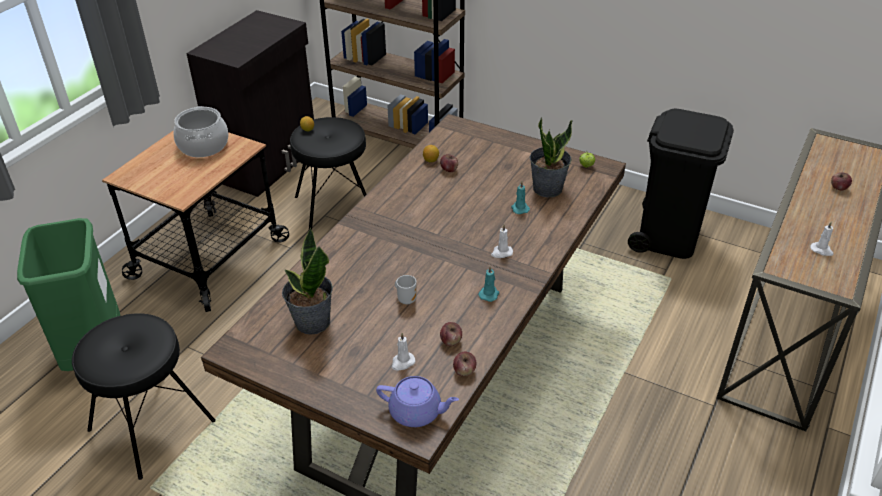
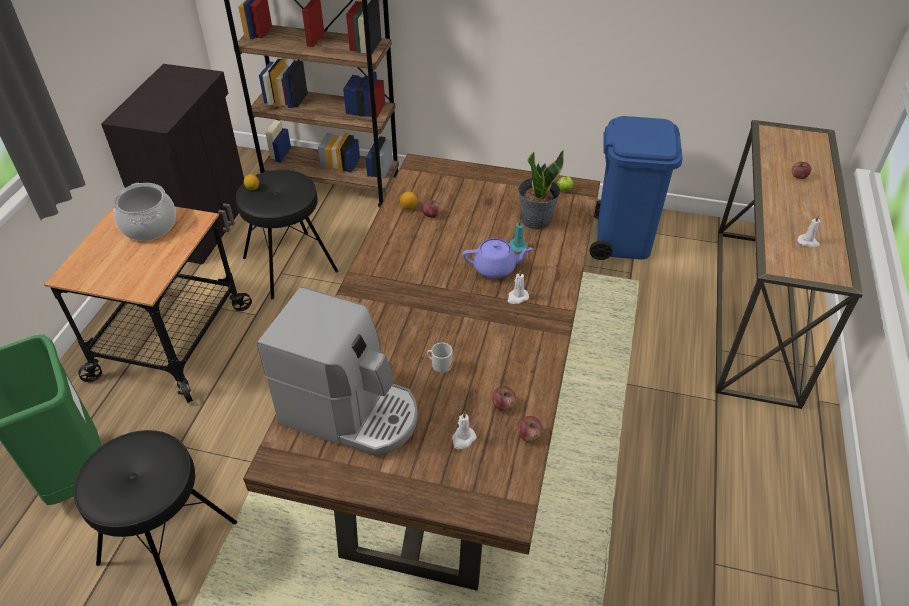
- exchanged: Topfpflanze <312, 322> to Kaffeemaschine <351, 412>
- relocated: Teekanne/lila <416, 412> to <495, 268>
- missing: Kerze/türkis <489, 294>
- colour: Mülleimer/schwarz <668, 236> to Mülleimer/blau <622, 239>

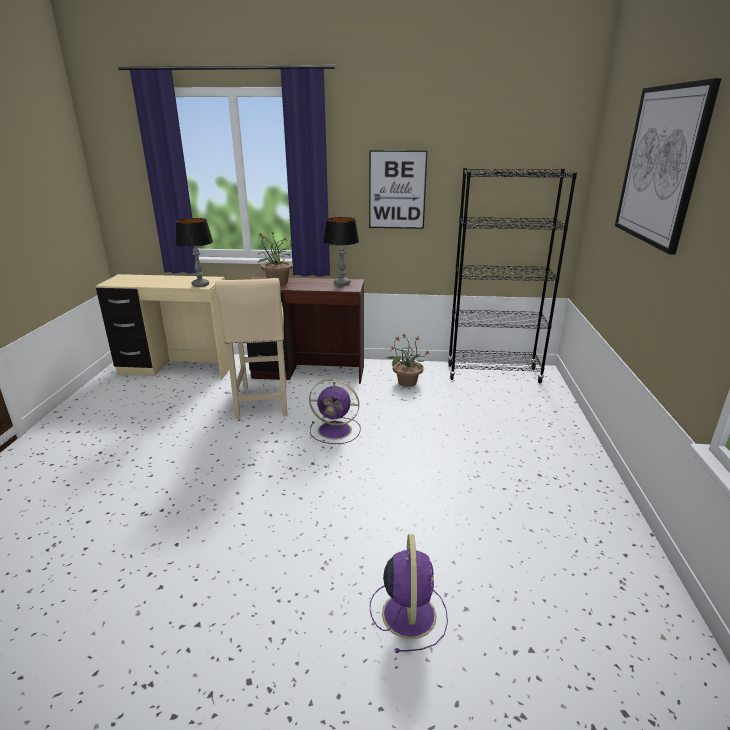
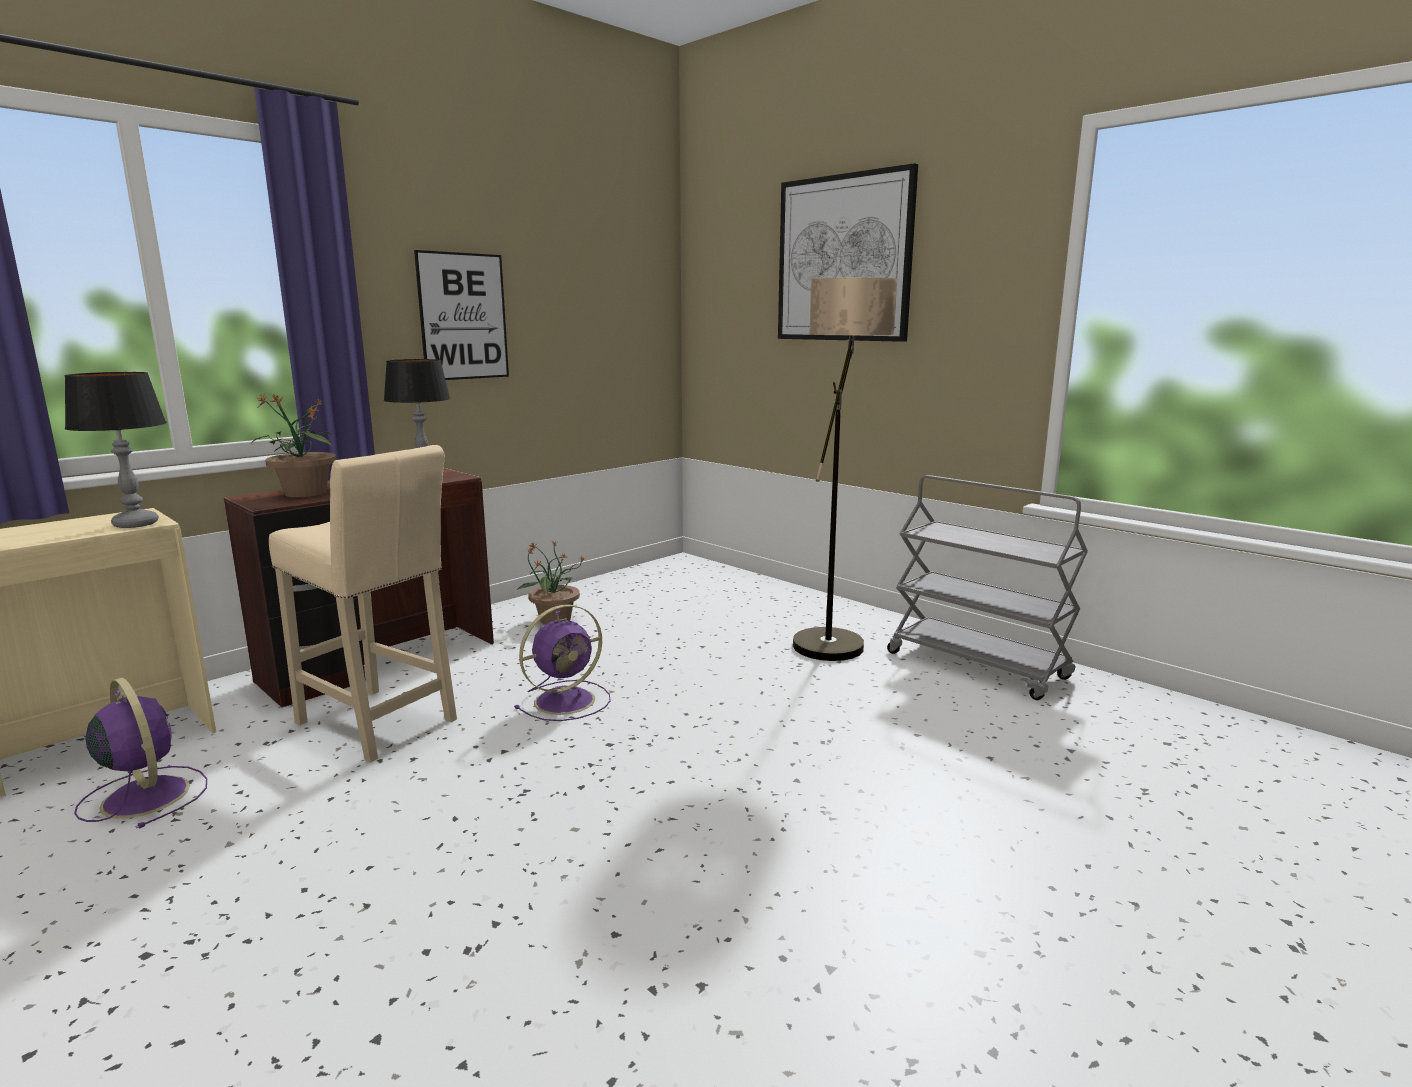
- relocated: Ventilator/lila <408, 612> to <144, 795>
- missing: Bücherregal/schwarz <493, 374>
- appeared: Stehlampe <833, 636>
- appeared: Rollwagen/grau <978, 666>

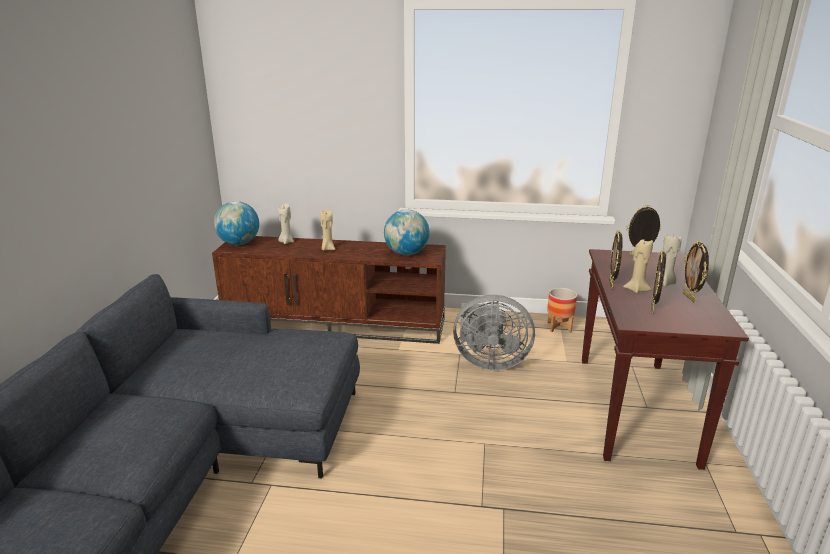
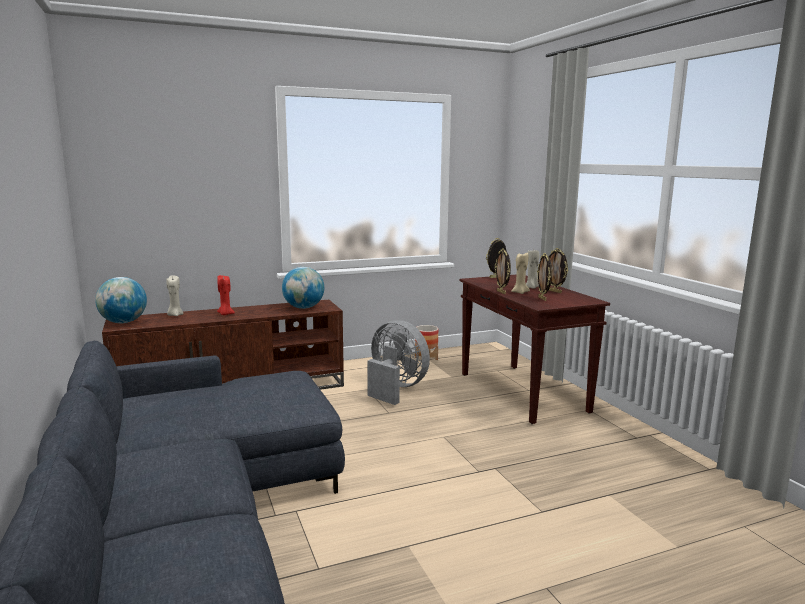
- colour: Kerze/beige <327, 249> to Kerze/rot <225, 314>
- spun: Ventilator/grau <489, 361> = <395, 389> 120 degrees counterclockwise

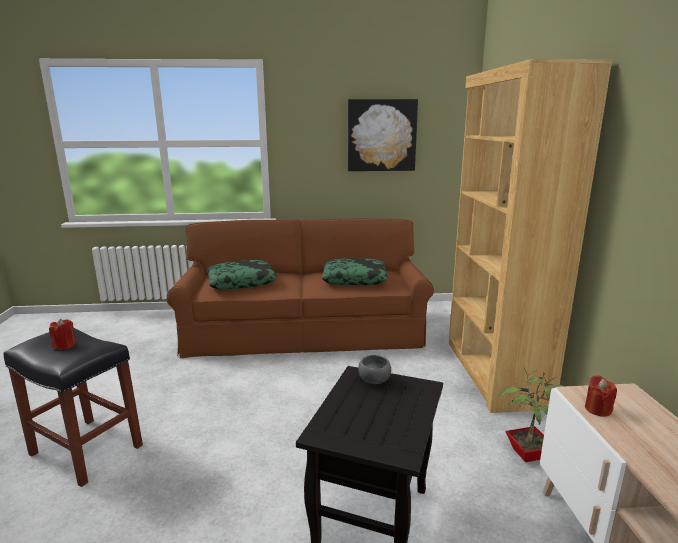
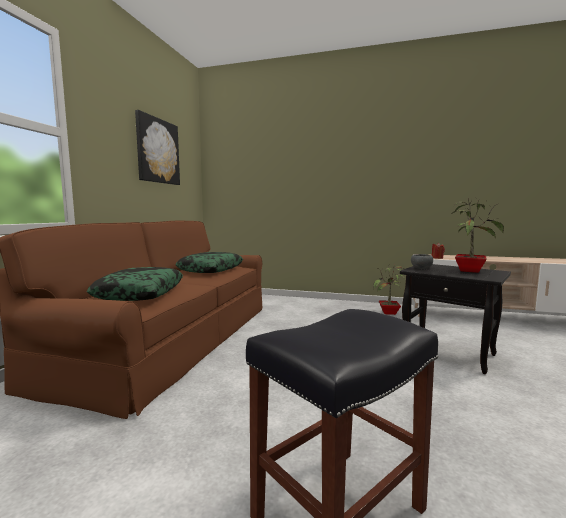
- missing: Kerze/rot <65, 345>
- missing: Bücherregal/braun <494, 372>
- appeared: Topfpflanze <469, 270>

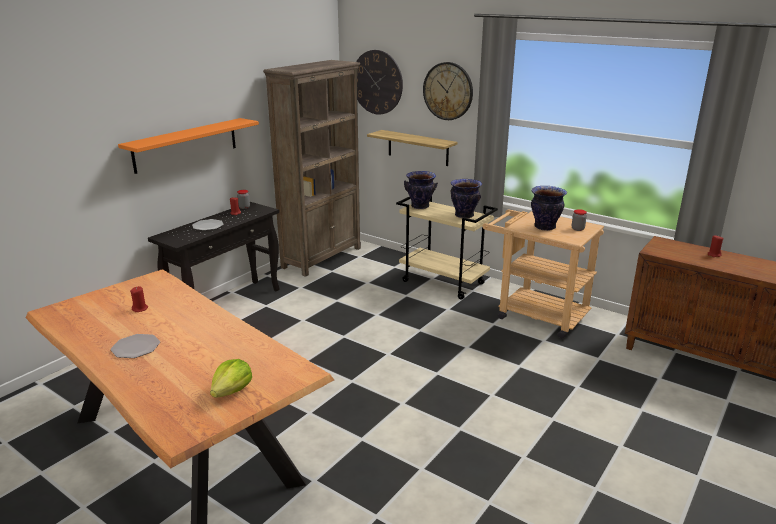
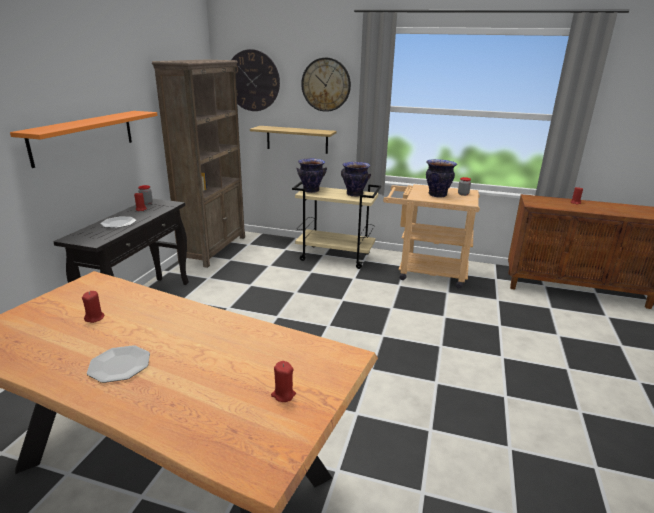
- exchanged: Salatkopf <232, 391> to Kerze/rot <283, 395>

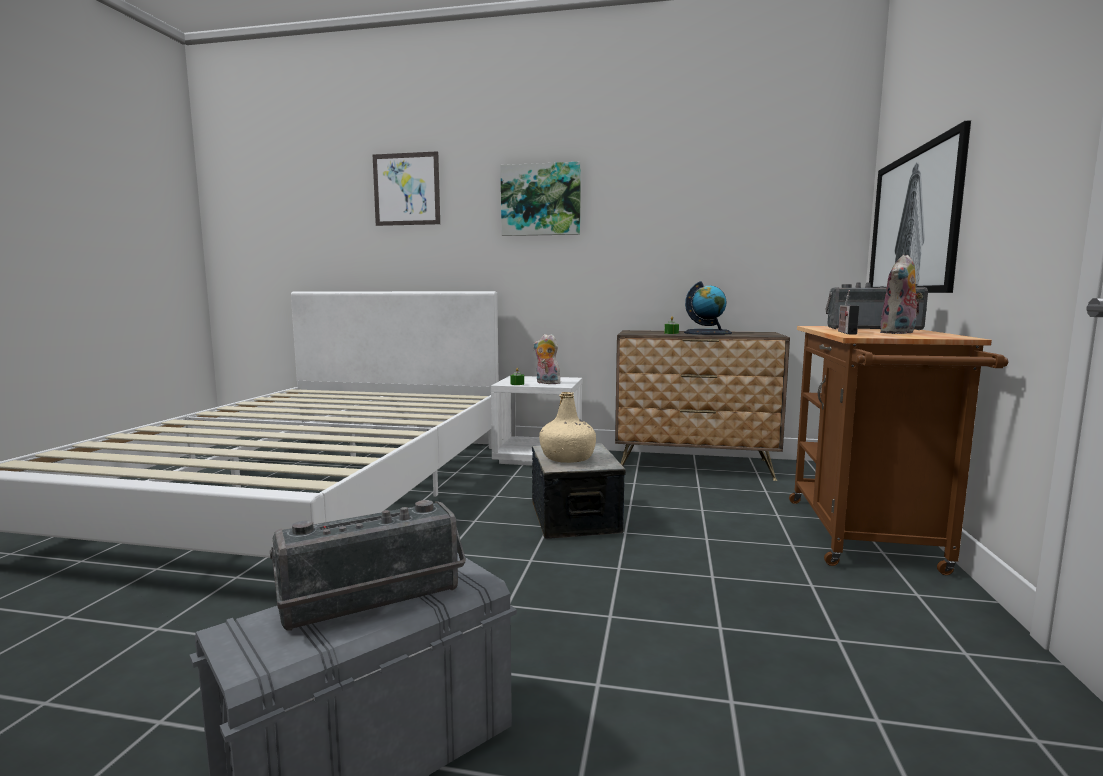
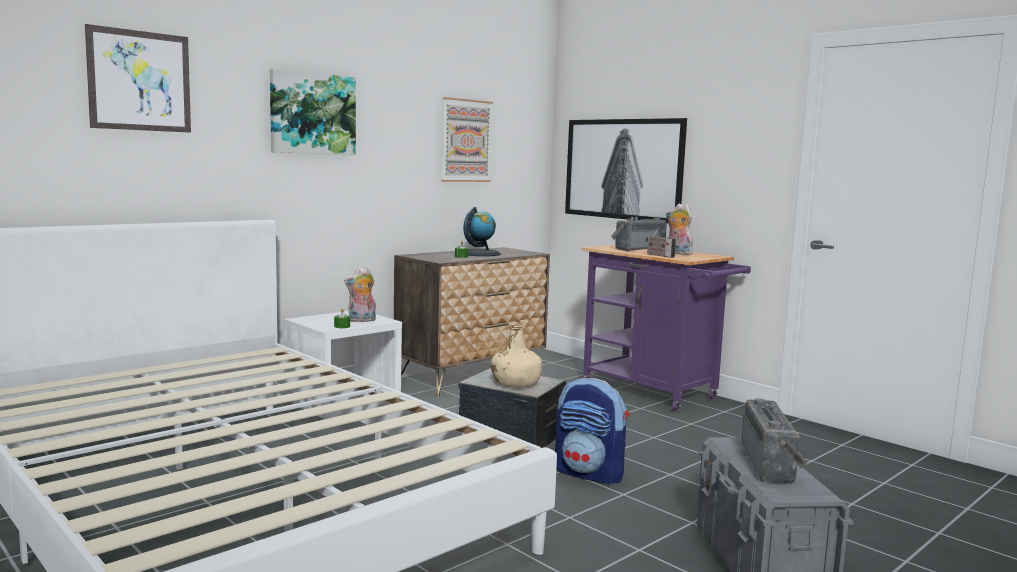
- colour: Rollwagen/braun <865, 539> to Rollwagen/lila <655, 393>
- spun: Plüschtier <899, 333> = <677, 253> 135 degrees clockwise
- appeared: Bild <466, 141>
- appeared: Rucksack <590, 473>

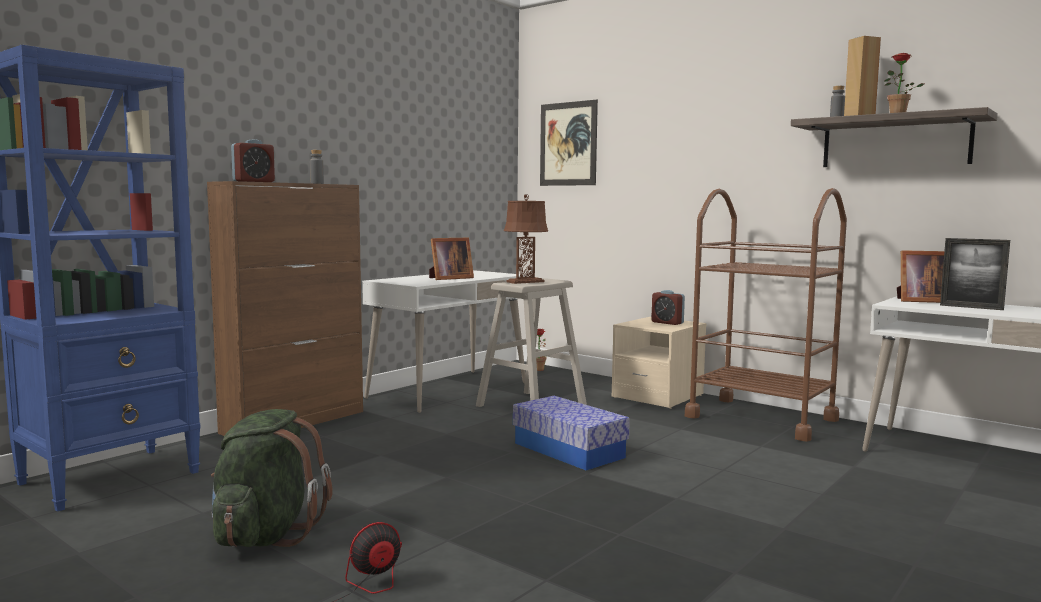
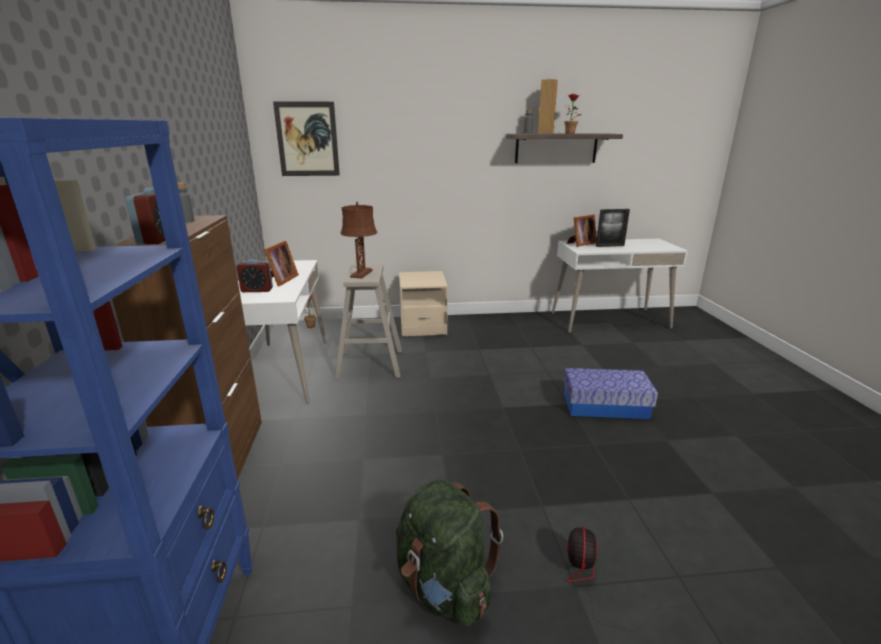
- relocated: Aufbewahrungsbox <569, 450> to <605, 406>
- relocated: Wecker <667, 323> to <257, 290>
- missing: Rollwagen/braun <761, 418>

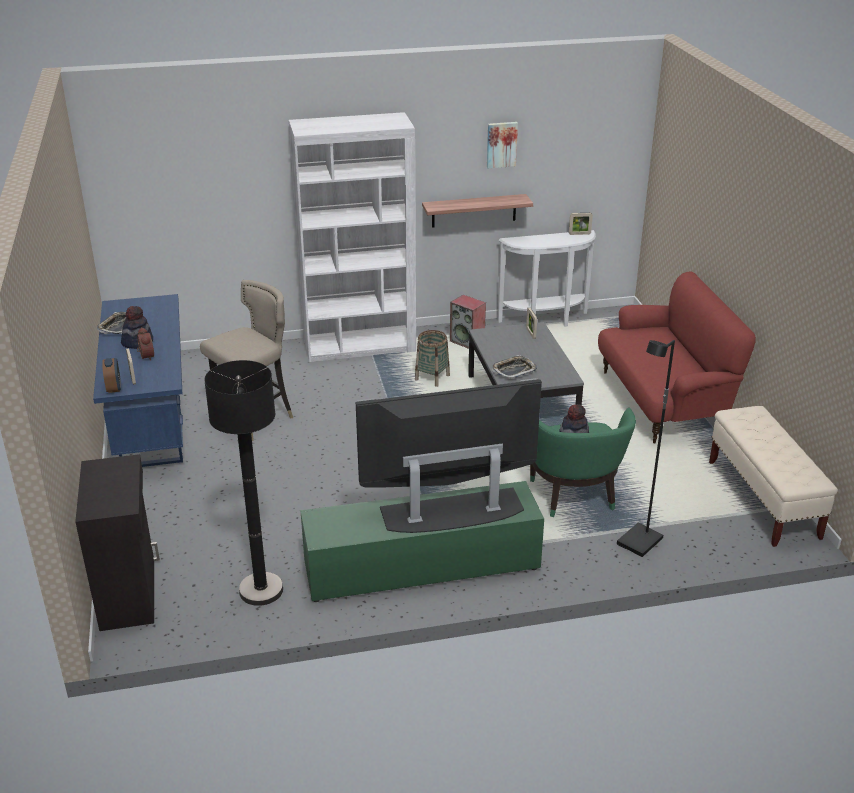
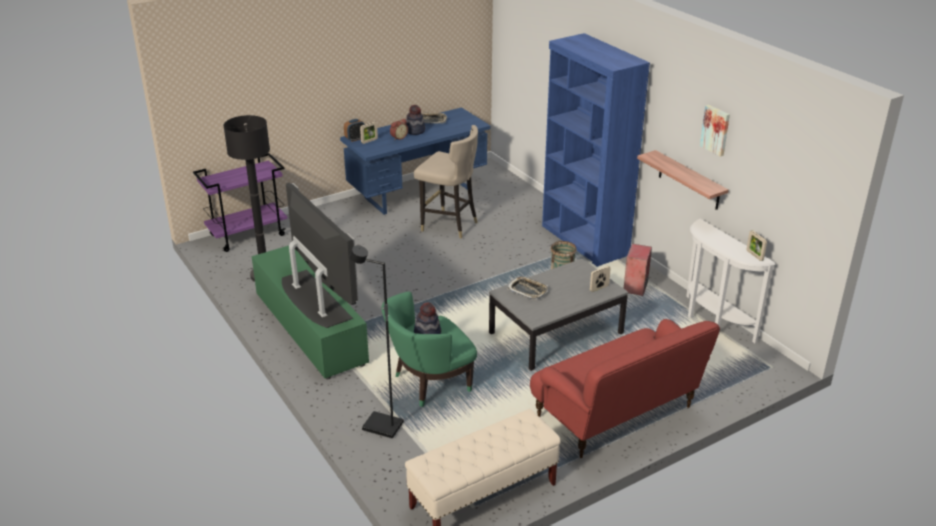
- exchanged: Schrank/schwarz <129, 593> to Rollwagen/lila <248, 235>
- colour: Bücherregal/weiß <360, 346> to Bücherregal/blau <584, 240>

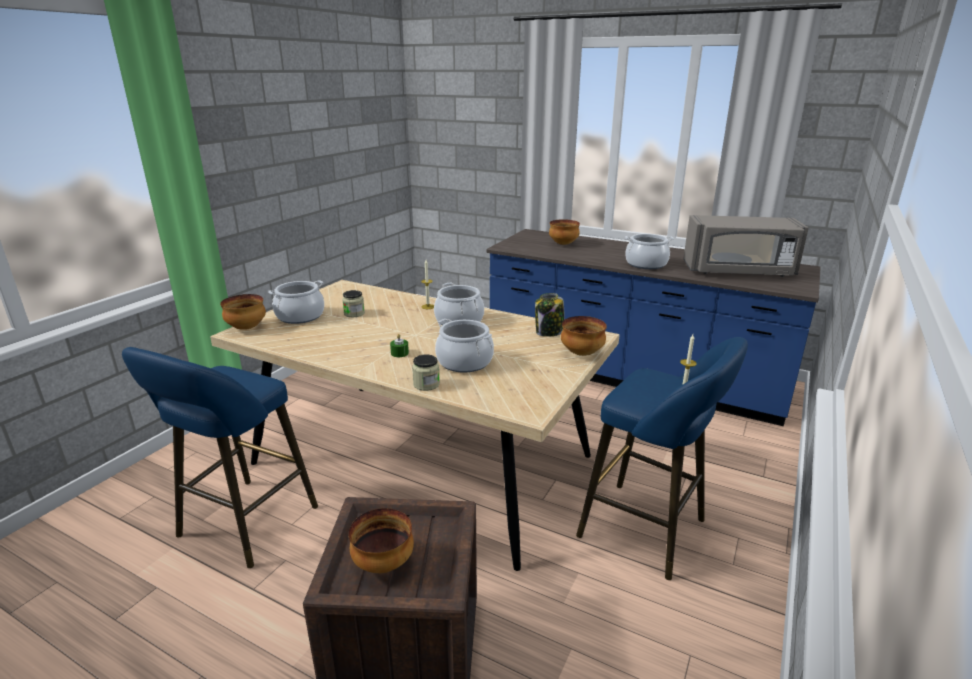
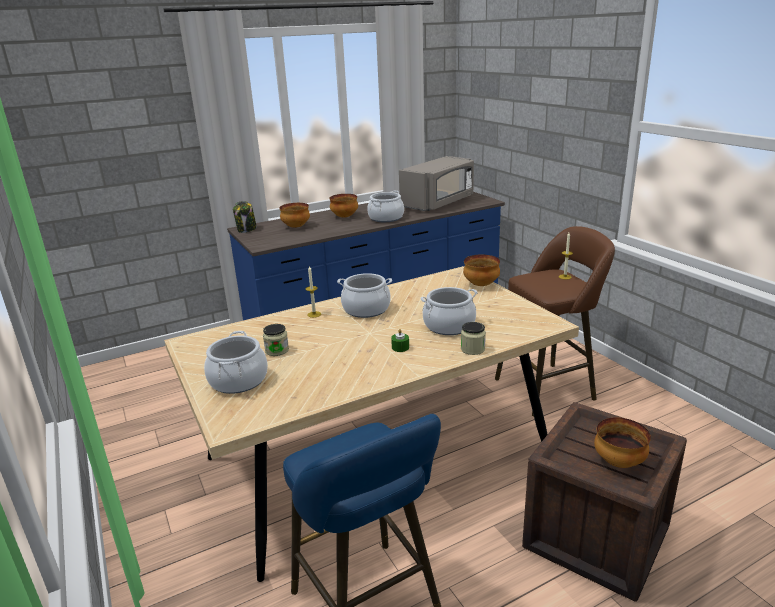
- relocated: Schüssel <247, 328> to <345, 217>
- relocated: Vorratsglas <549, 332> to <247, 230>
- colour: Hocker/blau <649, 531> to Hocker/braun <549, 387>

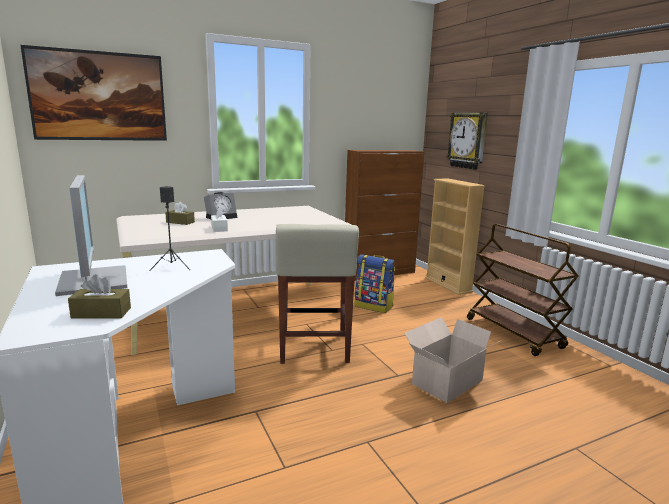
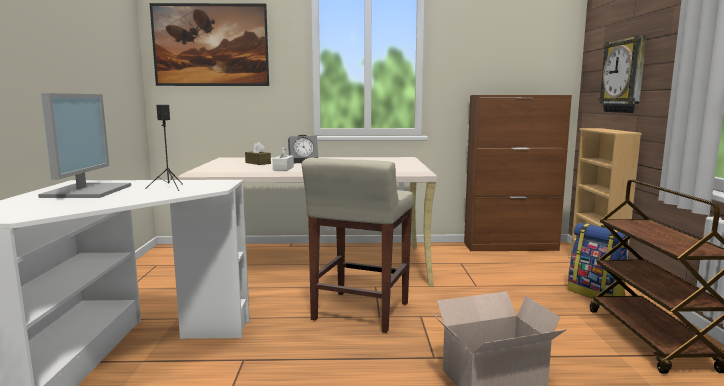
- missing: Taschentuchbox/braun <101, 313>
- relocated: Rucksack <374, 306> to <596, 294>

